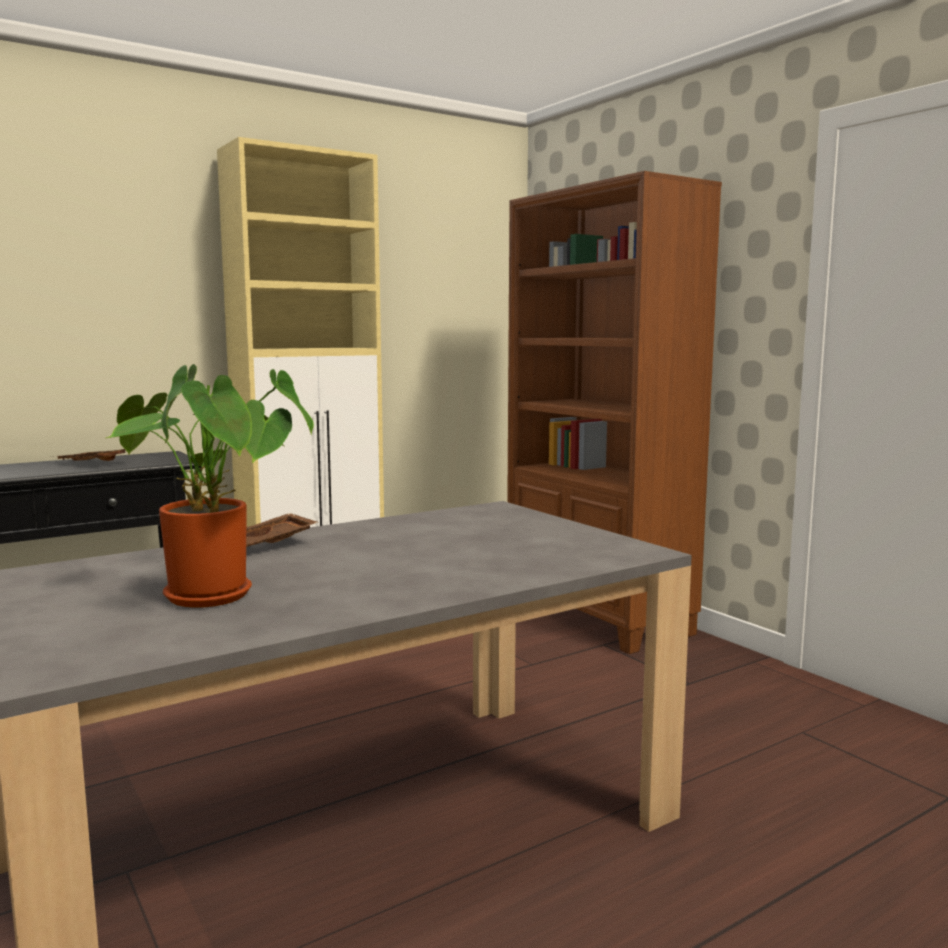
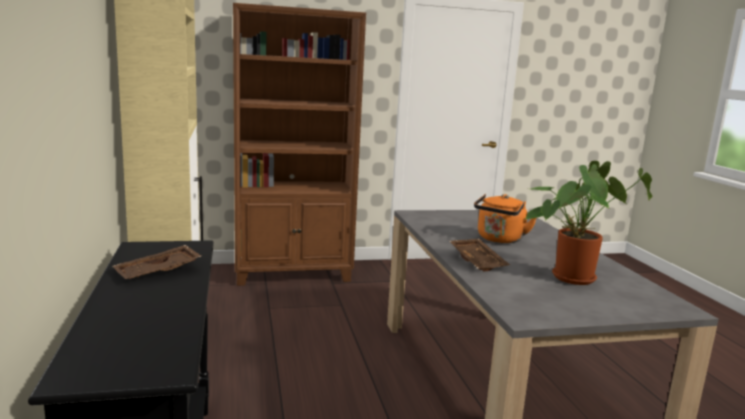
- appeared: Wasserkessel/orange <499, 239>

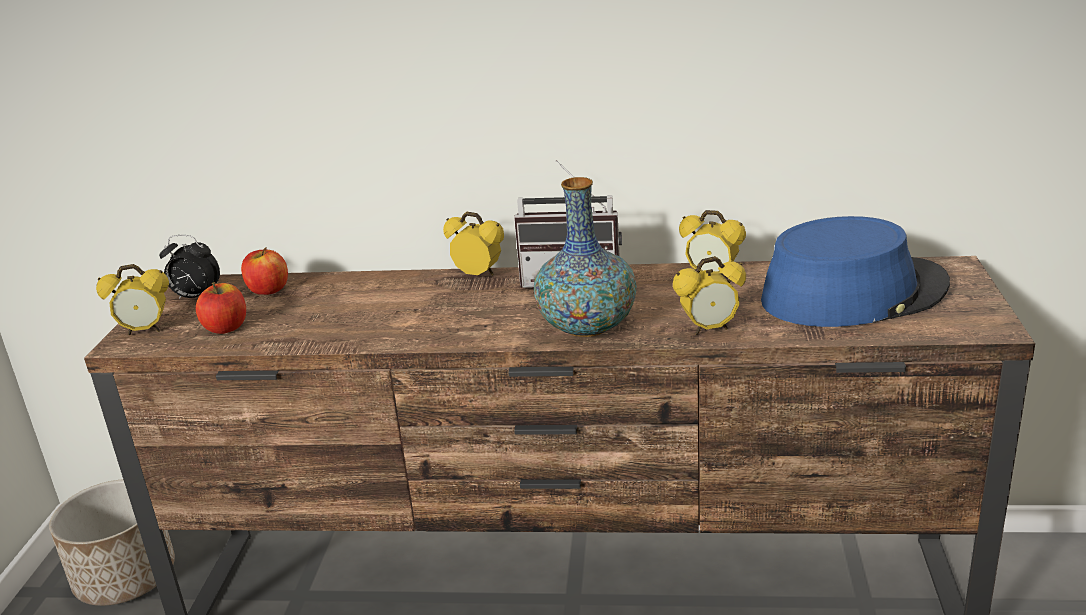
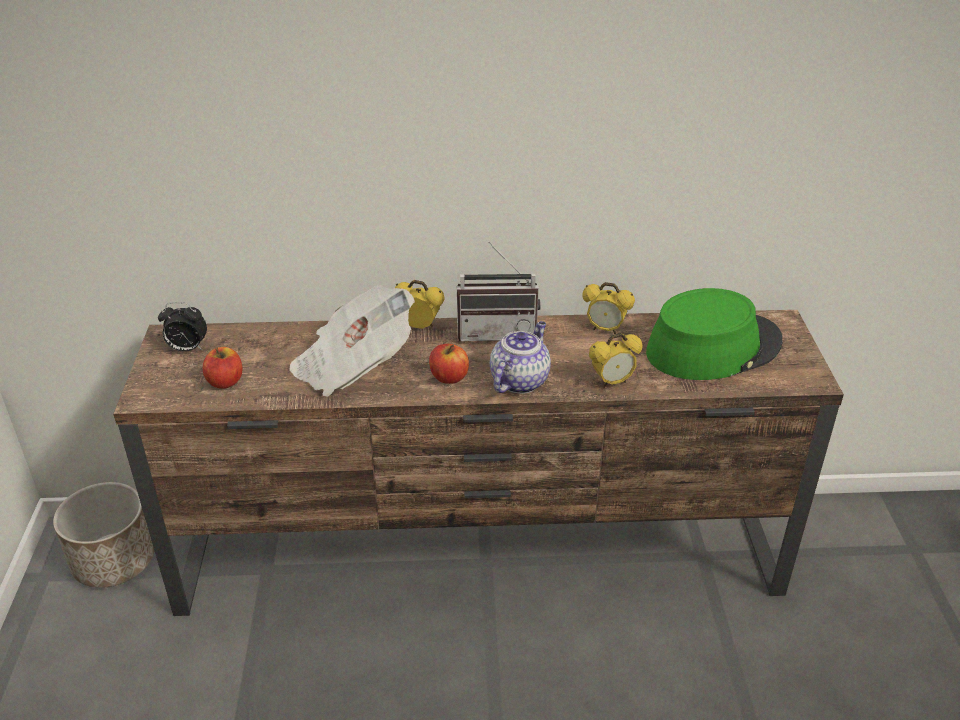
- missing: Wecker <145, 331>
- relocated: Apfel <268, 290> to <449, 377>
- exchanged: Vase <587, 327> to Teekanne <519, 380>
- colour: Hut/blau <853, 294> to Hut/grün <713, 347>
- appeared: Zeitung <353, 366>

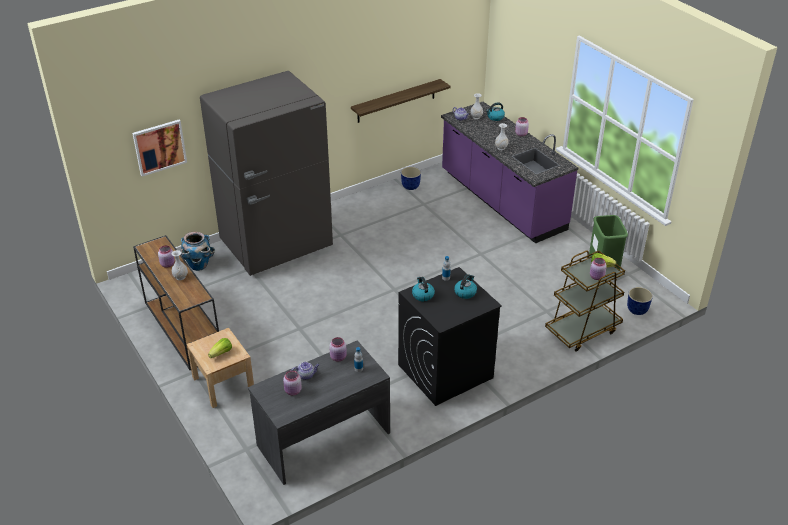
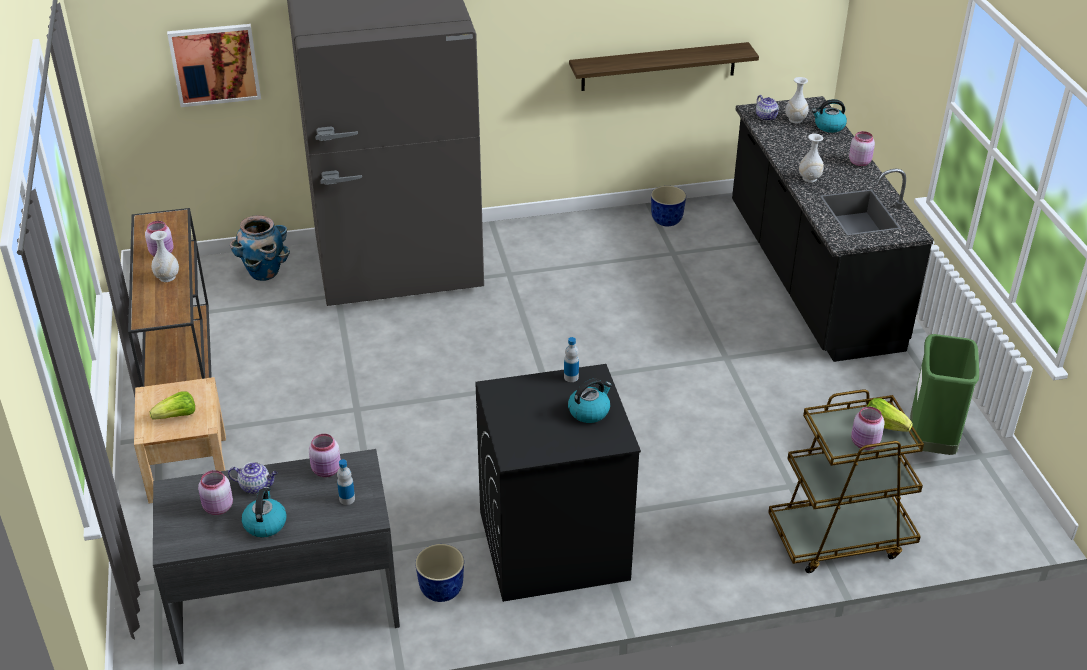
- relocated: Wasserkessel <422, 295> to <265, 523>
- colour: Küchenzeile/lila <501, 201> to Küchenzeile/schwarz <810, 277>
- relocated: Pflanzkübel <637, 310> to <442, 590>

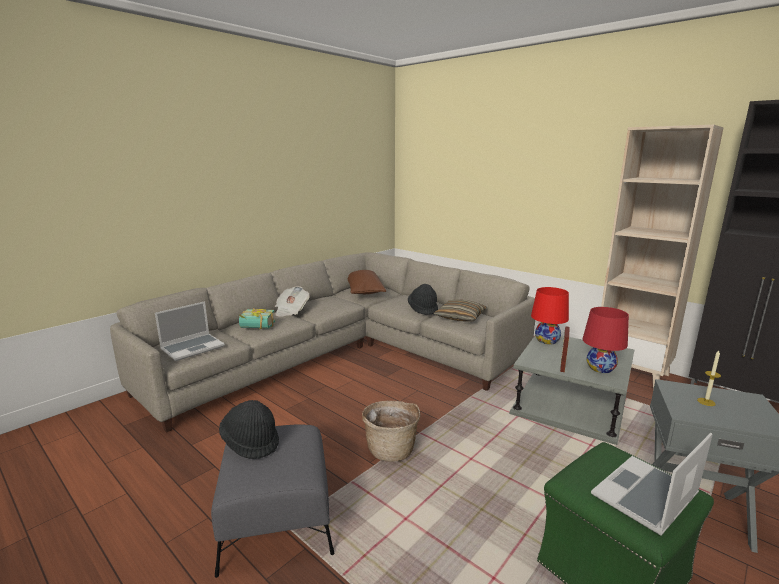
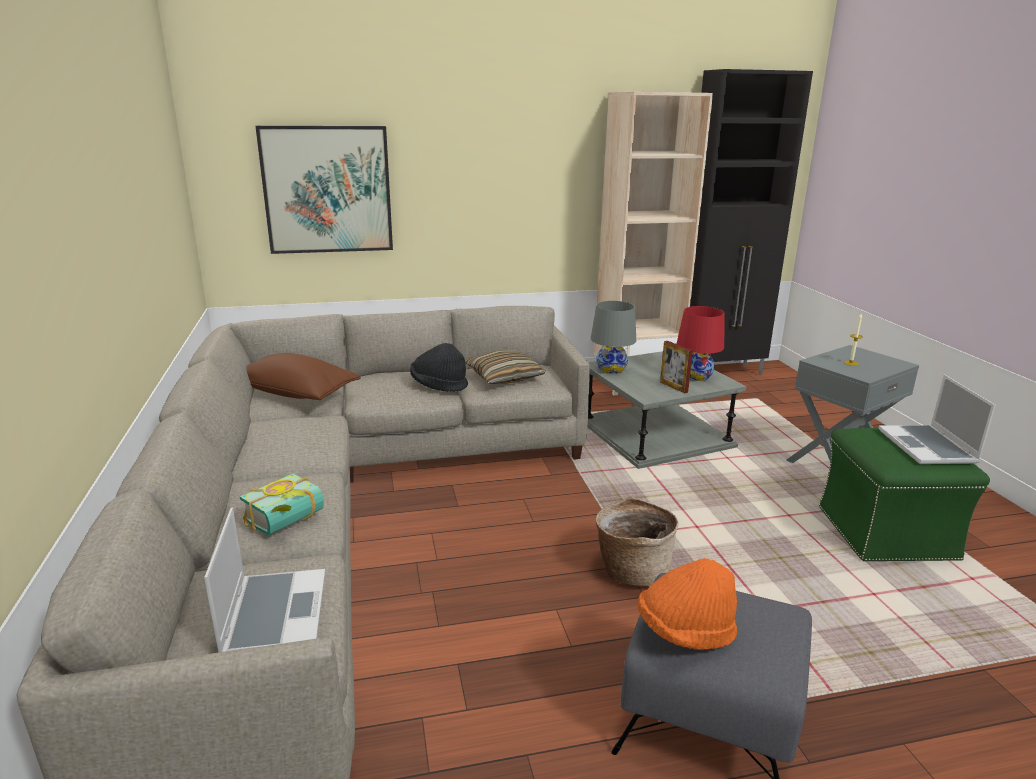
- colour: Hut/schwarz <251, 442> to Hut/orange <685, 631>
- missing: Zeitung <291, 311>
- colour: Tischlampe/rot <547, 340> to Tischlampe/grau <611, 369>
- appeared: Bild <327, 190>

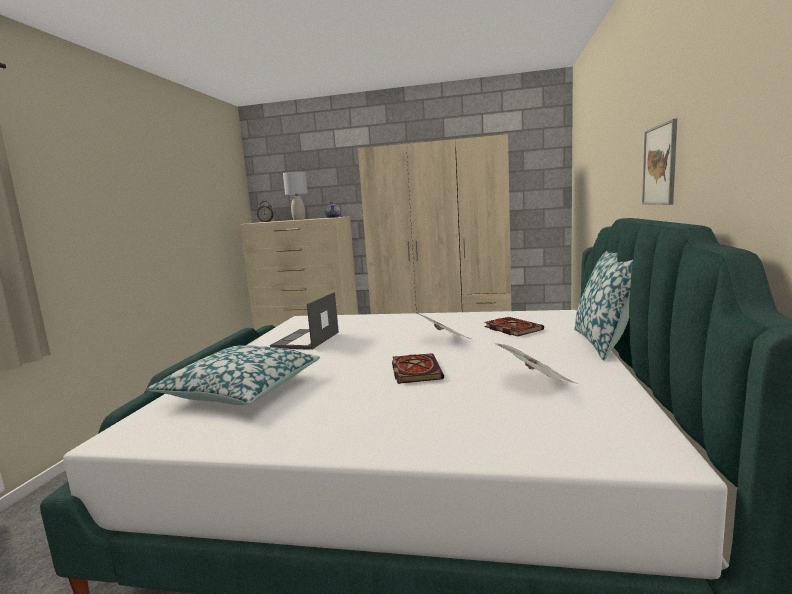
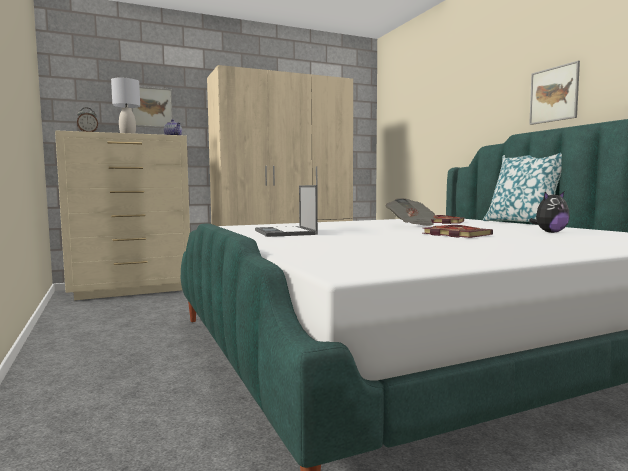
- missing: Kissen <242, 389>
- exchanged: Zeitung <535, 383> to Plüschtier <550, 232>
- appeared: Bild <152, 107>

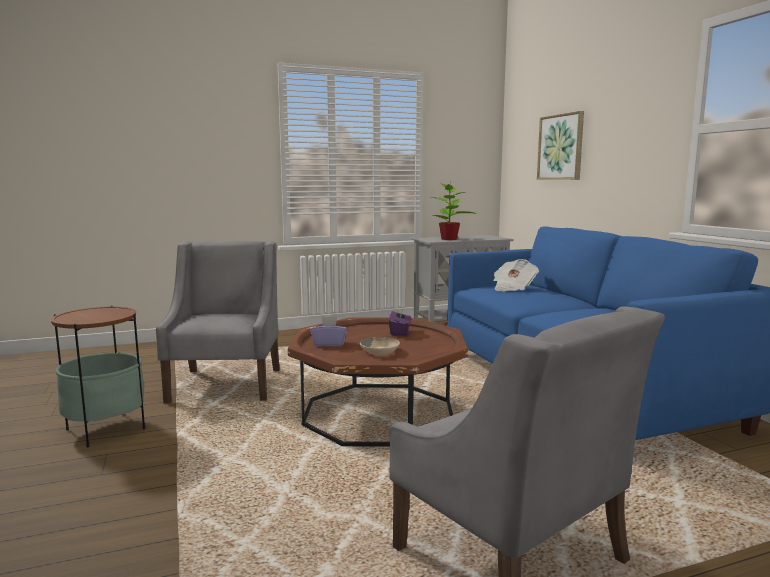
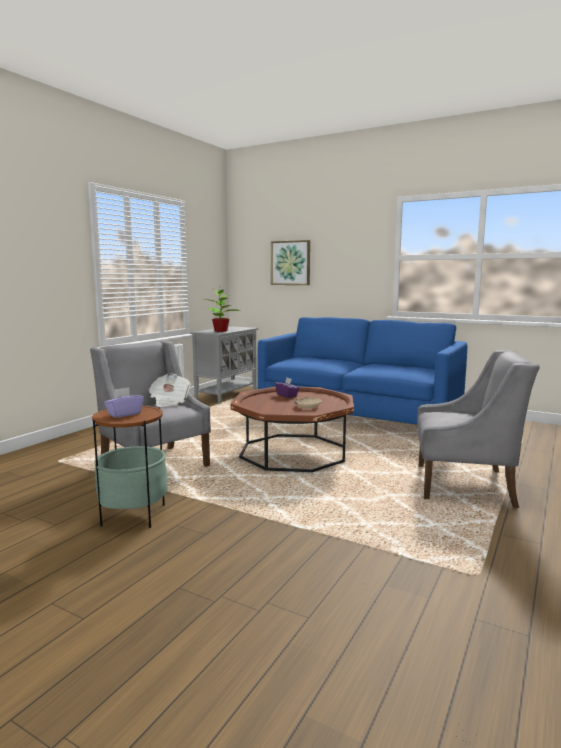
- relocated: Taschentuchbox/lila <329, 343> to <124, 414>
- relocated: Zeitung <513, 288> to <169, 401>

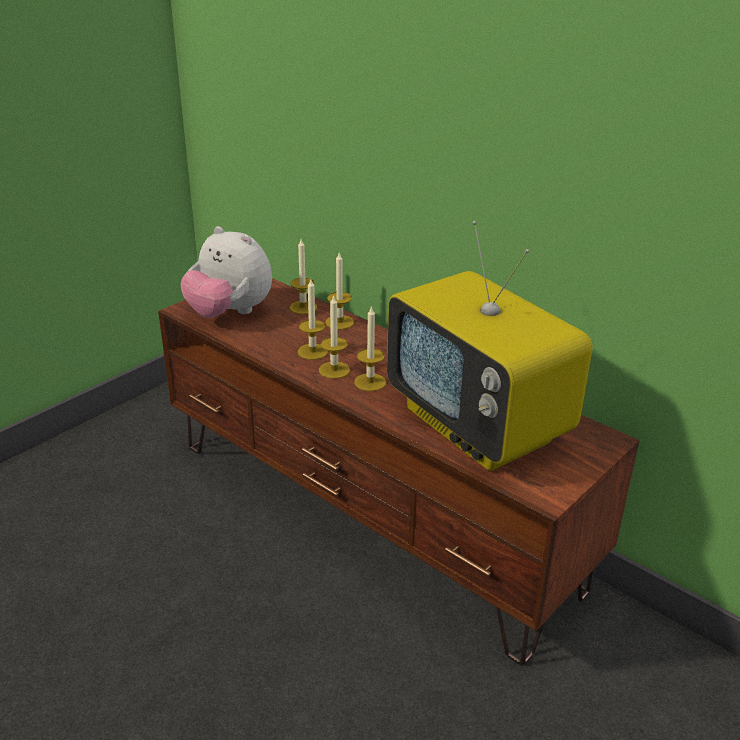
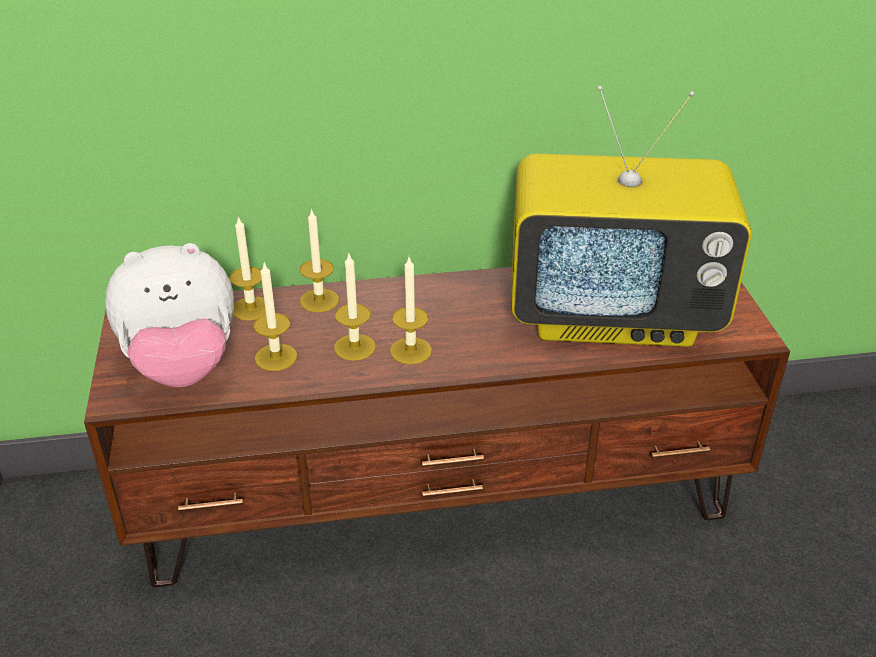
- relocated: Kerze <370, 382> to <276, 357>

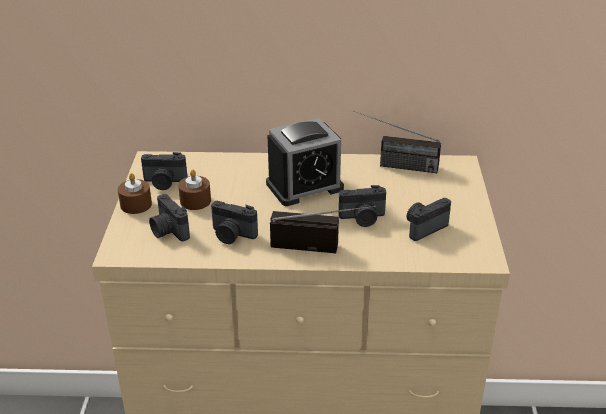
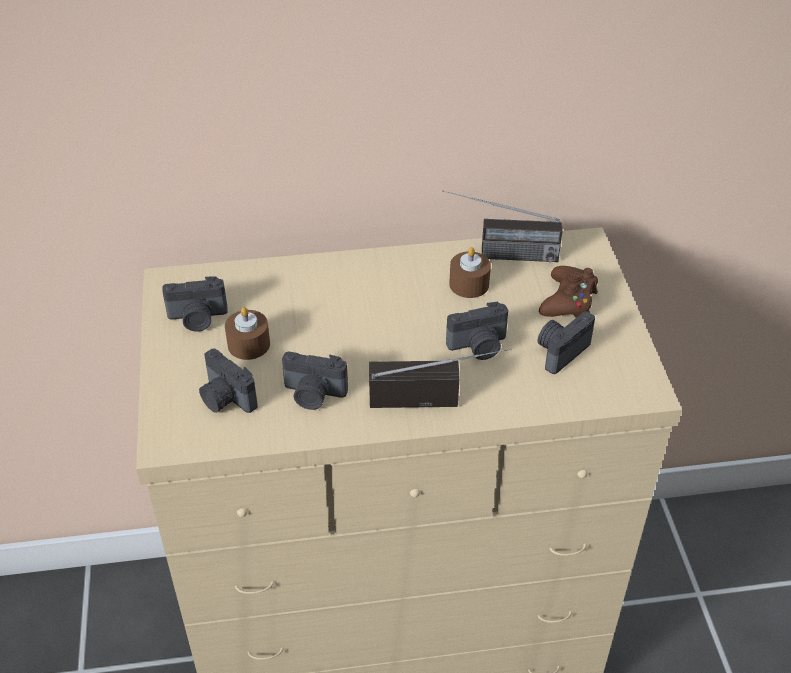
- relocated: Kerze/braun <136, 204> to <469, 284>
- missing: Wecker <304, 186>
- appeared: Gamepad/braun <568, 301>

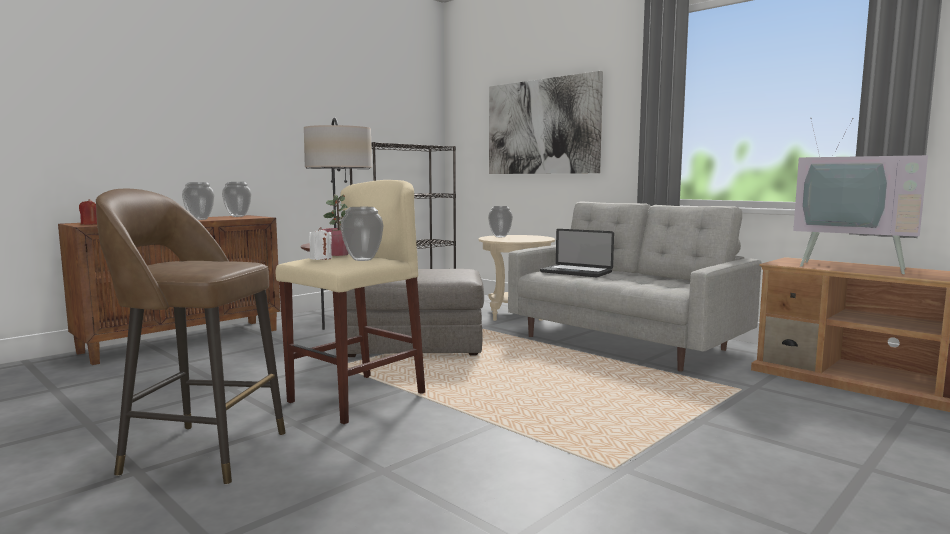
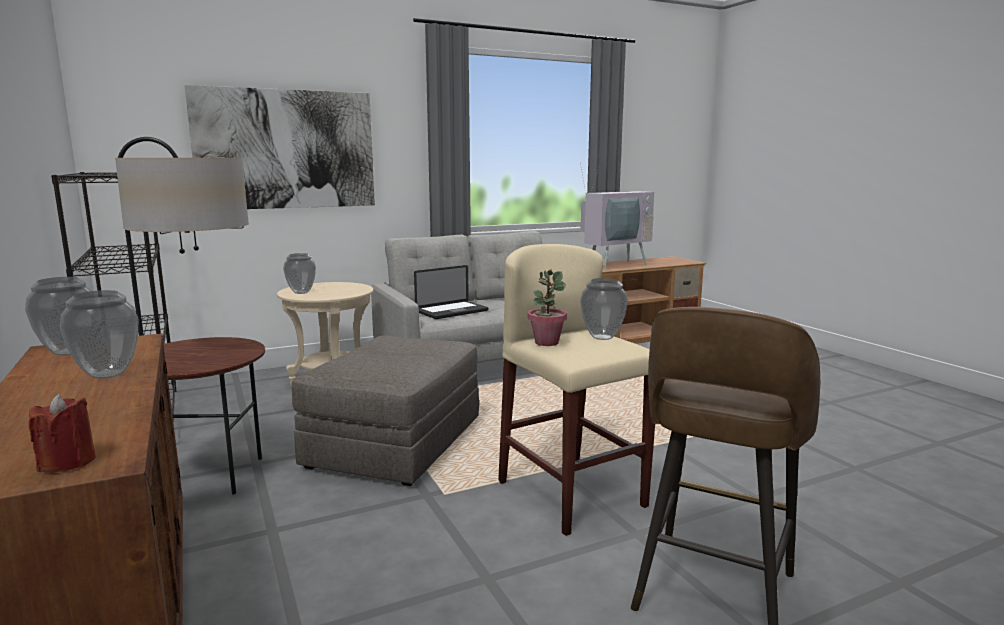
- missing: Kerze/weiß <320, 259>

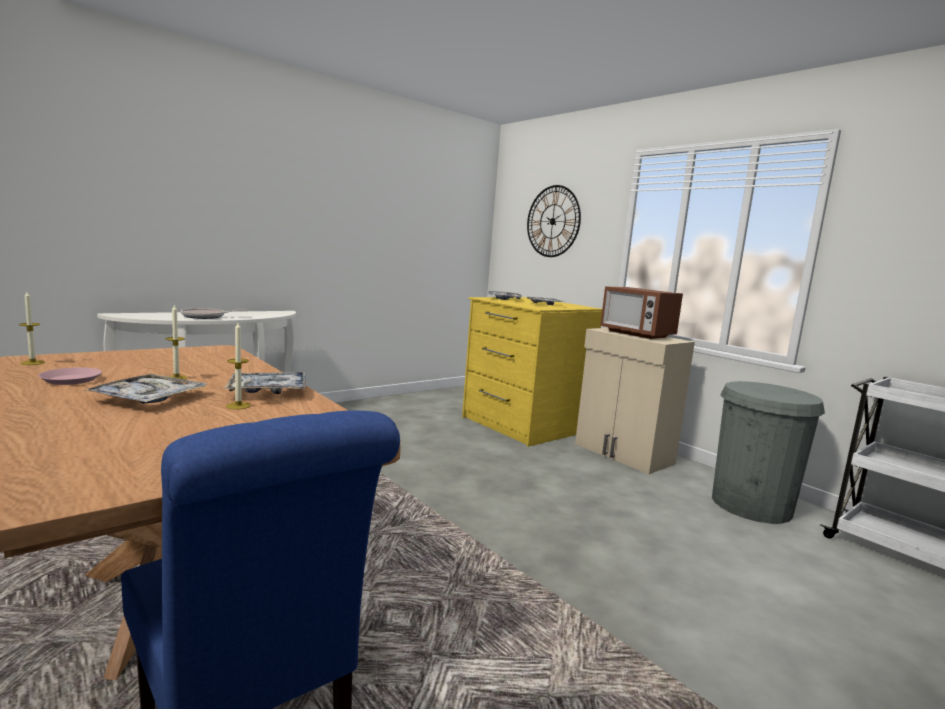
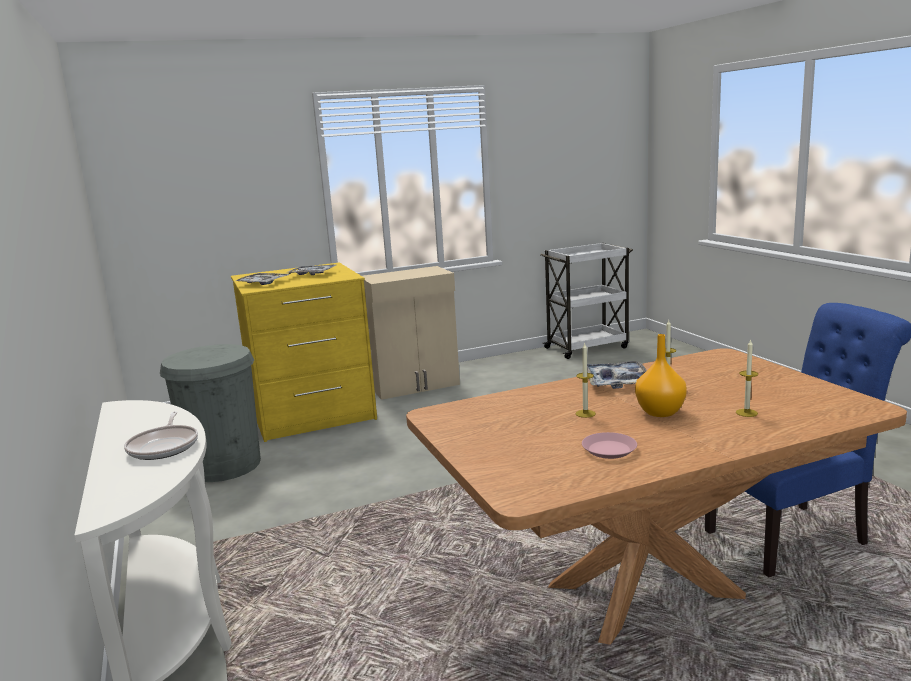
- relocated: Kerze <32, 363> to <746, 413>
- exchanged: Tablett <149, 398> to Vase/orange <660, 412>
- missing: Wanduhr <552, 221>
- missing: Mikrowelle <637, 334>
- relocated: Mülleimer/grau <751, 505> to <224, 465>

